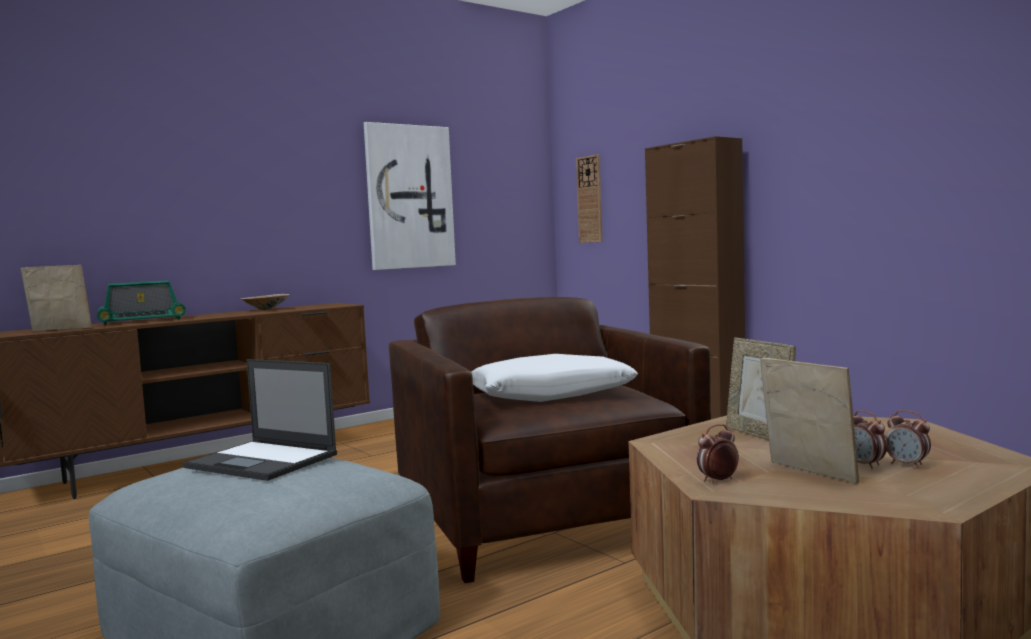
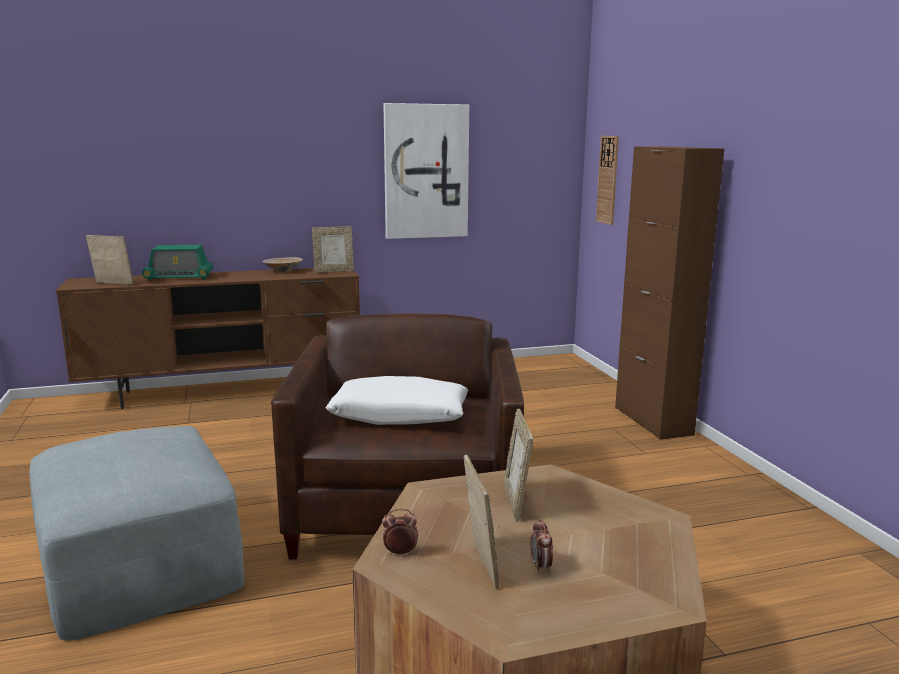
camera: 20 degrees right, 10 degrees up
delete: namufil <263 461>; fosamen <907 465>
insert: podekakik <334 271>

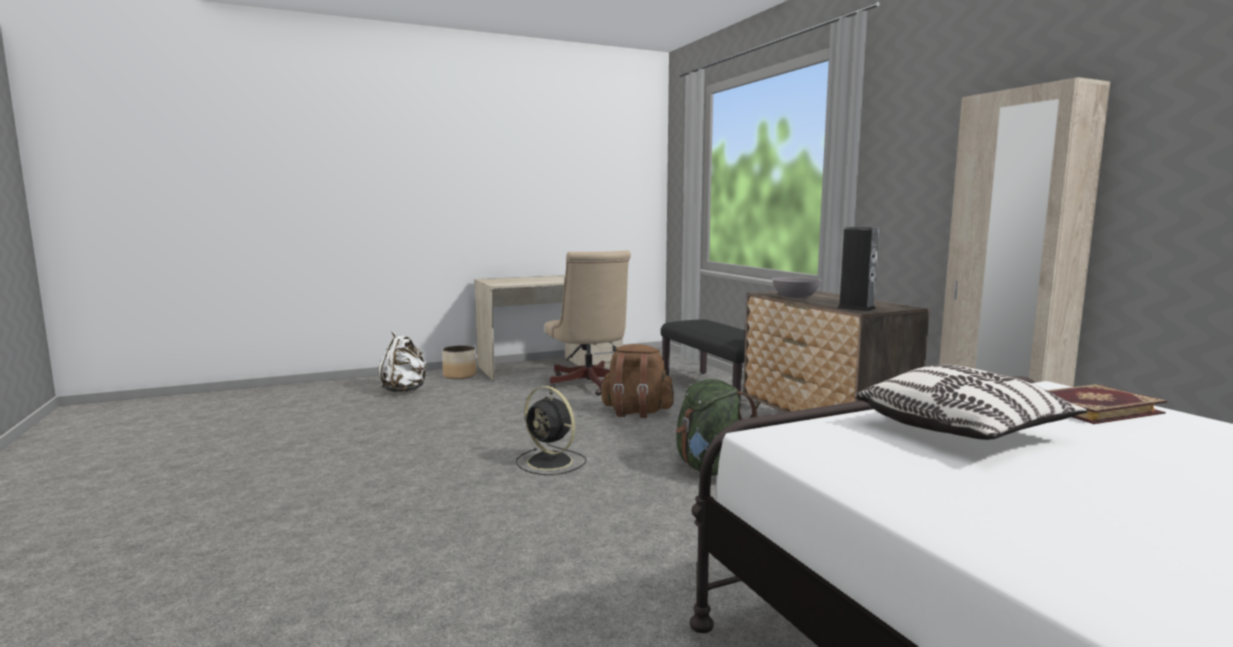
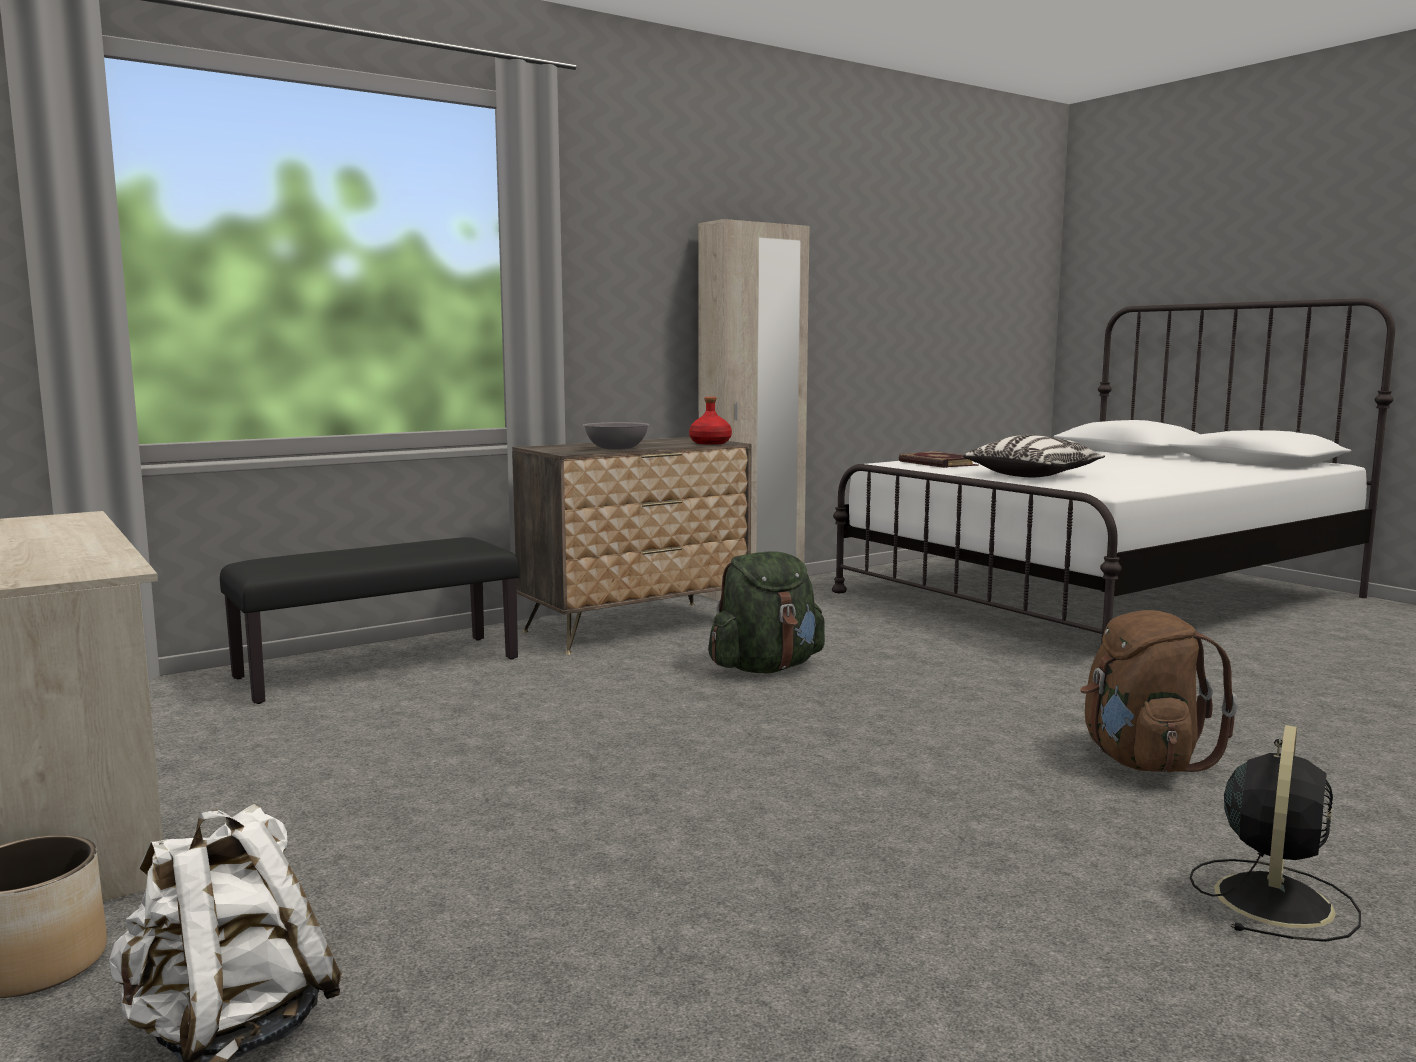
camera: 100 degrees left, 0 degrees up
delete: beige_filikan <589 386>
move: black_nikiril <551 462> to <1273 898>; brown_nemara <636 413> to <1142 761>
replace: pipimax <856 308> to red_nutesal <709 443>

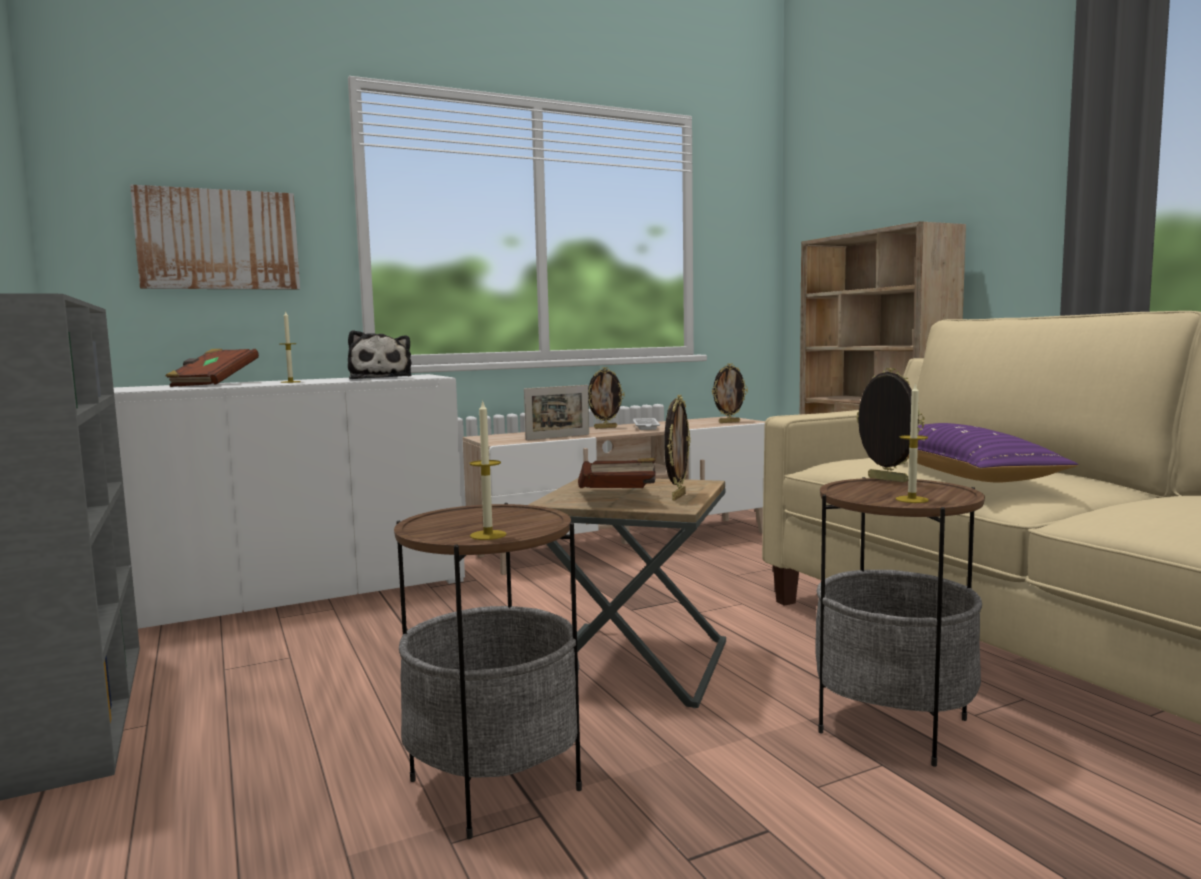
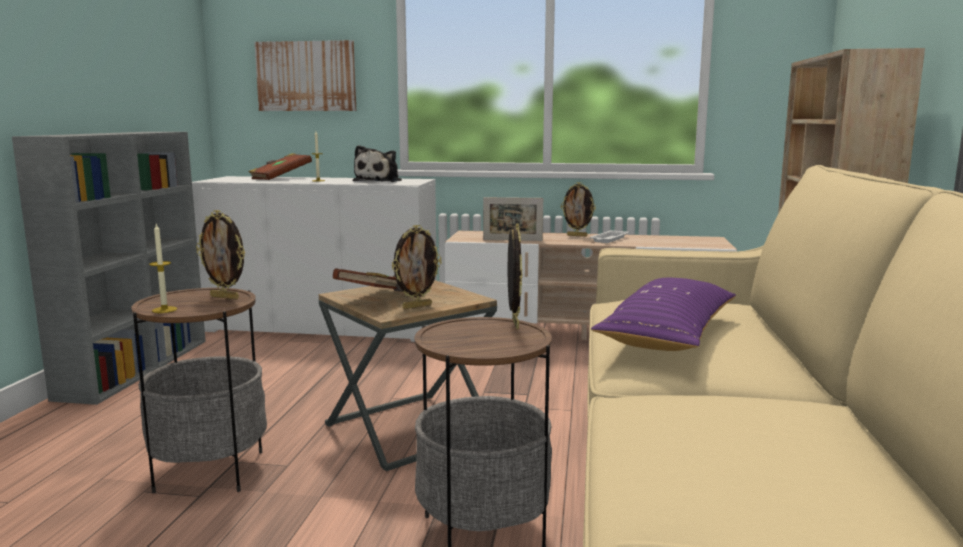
camera: 35 degrees right, 5 degrees up
delete: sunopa <911 499>
move: podekakik <729 422> to <225 297>

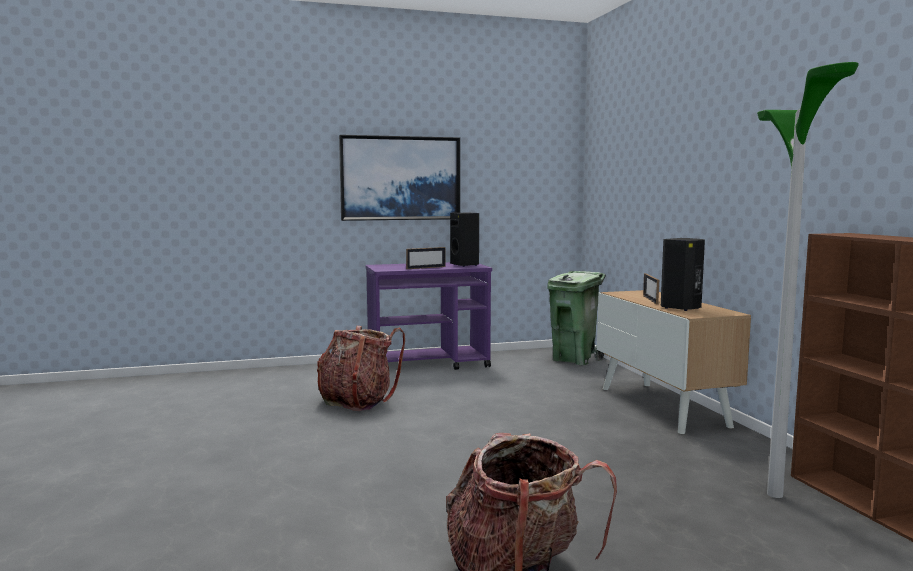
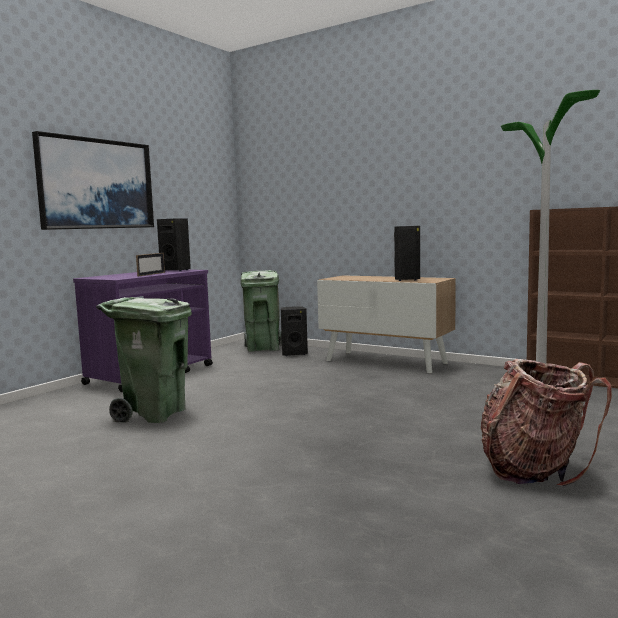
camera: 40 degrees left, 0 degrees up
delete: podekakik <650 300>
insert: black_pipimax <294 354>
replace: nemara <357 401> to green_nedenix <154 414>

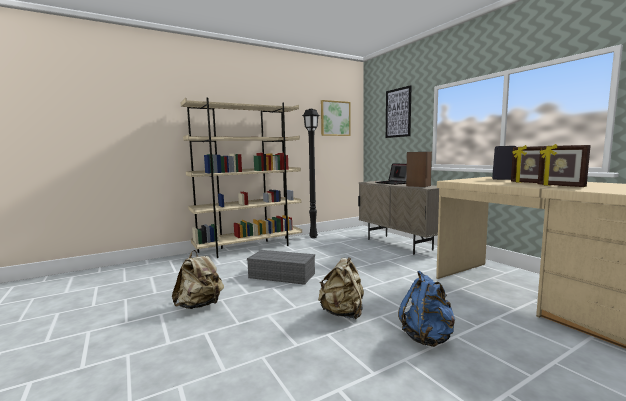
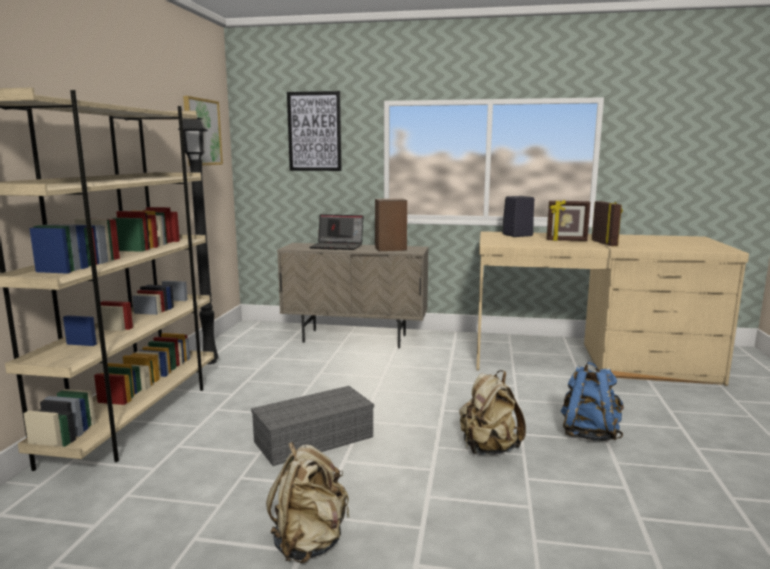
camera: 50 degrees left, 5 degrees up
rotate: podekakik <560 186> = <605 243> 105 degrees counterclockwise

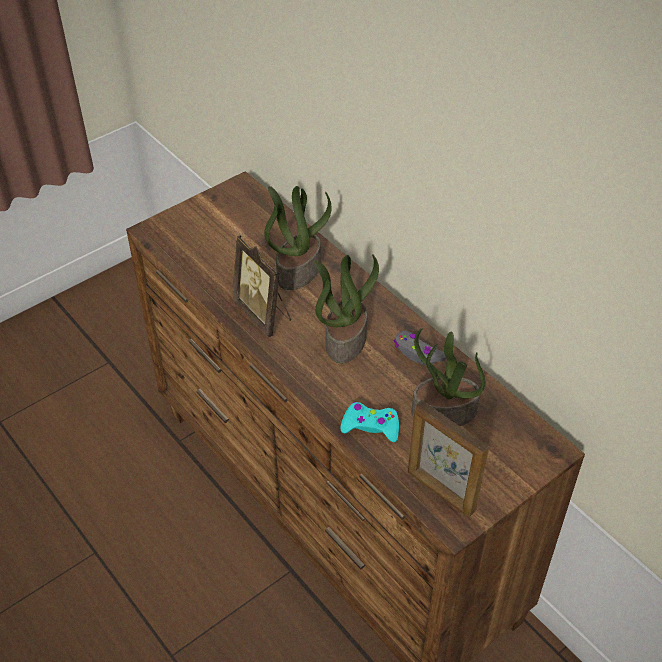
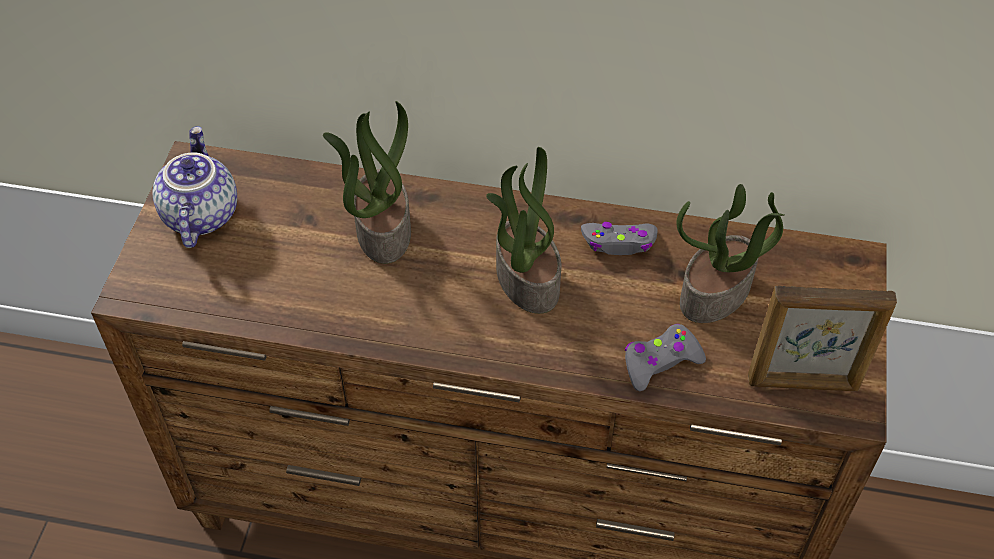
camera: 40 degrees left, 5 degrees up
delete: podekakik <263 314>
insert: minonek <199 215>
recolor: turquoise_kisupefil <370 426> to grey_kisupefil <660 362>

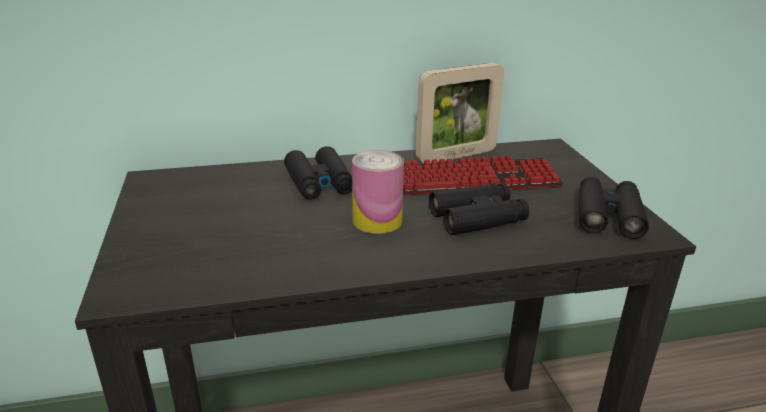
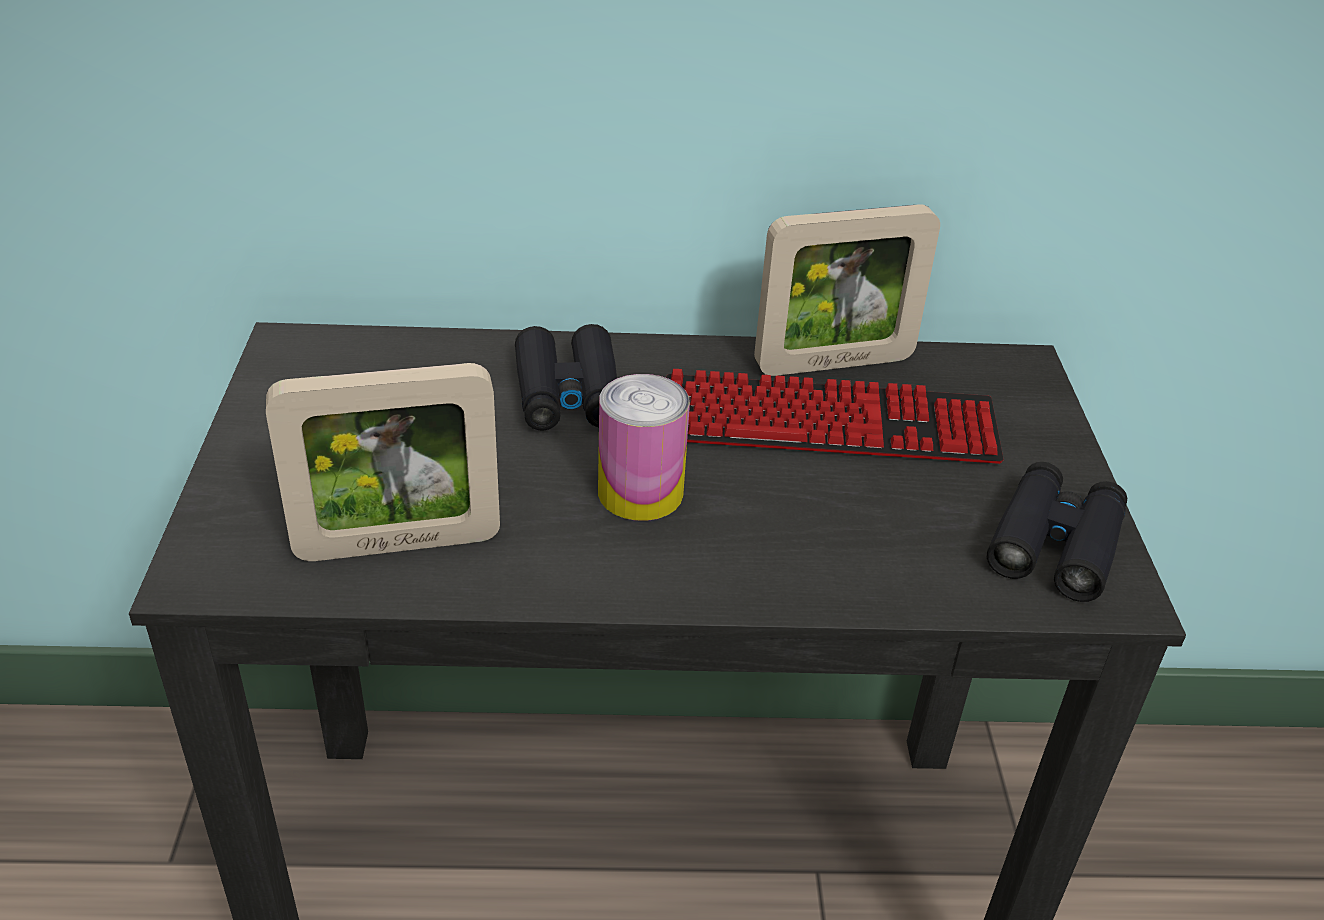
camera: 10 degrees right, 10 degrees up
delete: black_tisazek <477 218>
insert: podekakik <398 544>

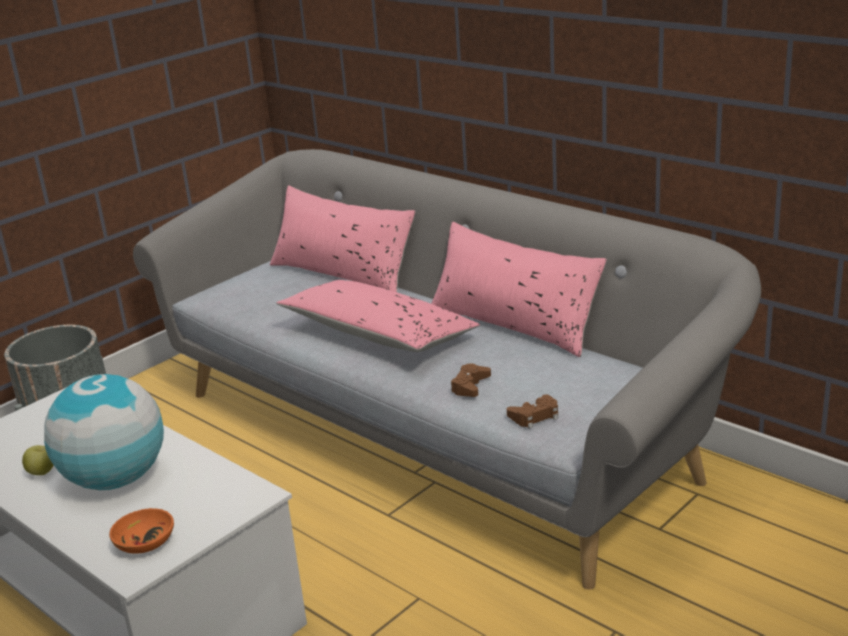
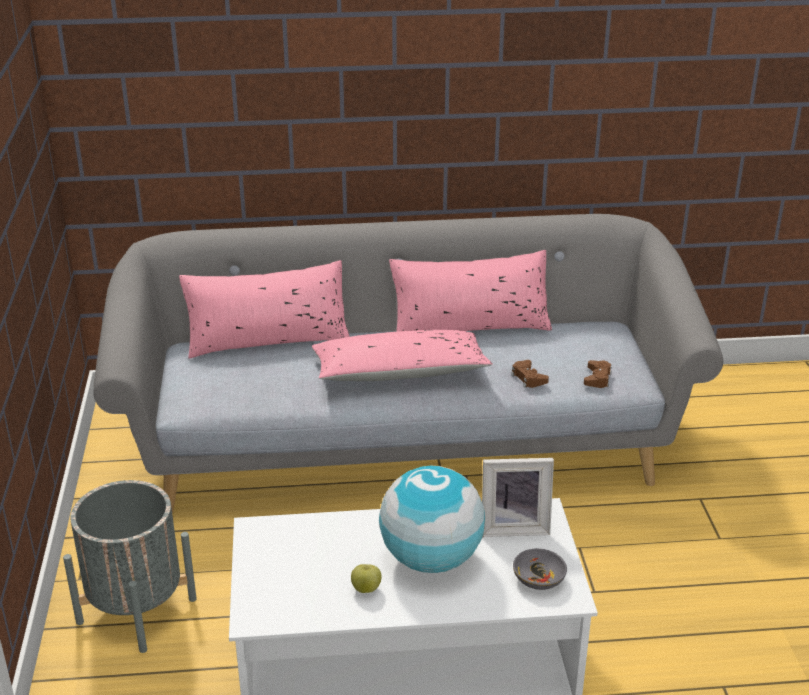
camera: 50 degrees left, 5 degrees up
insert: podekakik <514 526>
recolor: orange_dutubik <144 542> to grey_dutubik <538 578>

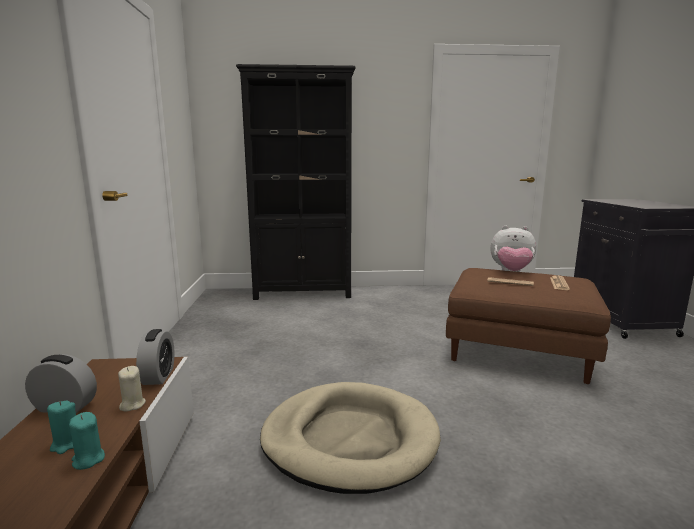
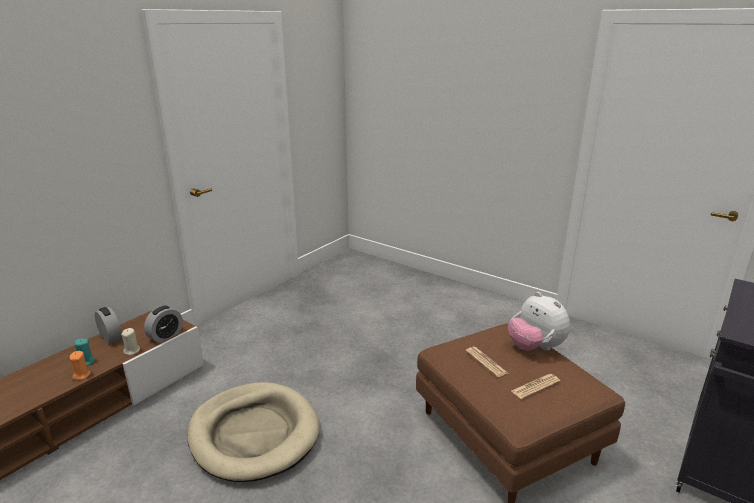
camera: 40 degrees right, 10 degrees up
delete: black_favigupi <303 293>
recolor: turquoise_sunopa <88 459> to orange_sunopa <81 375>

